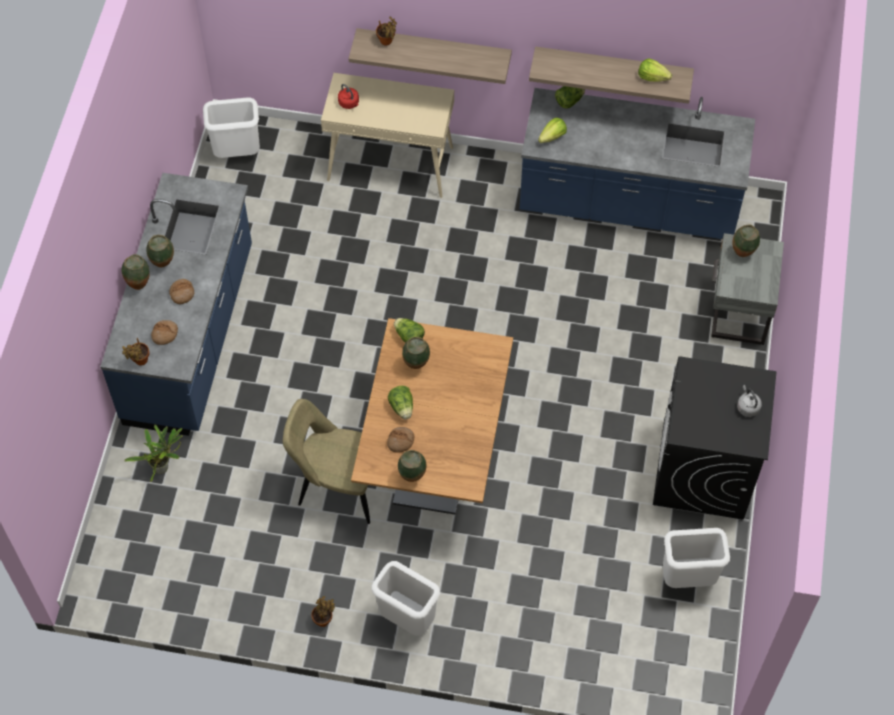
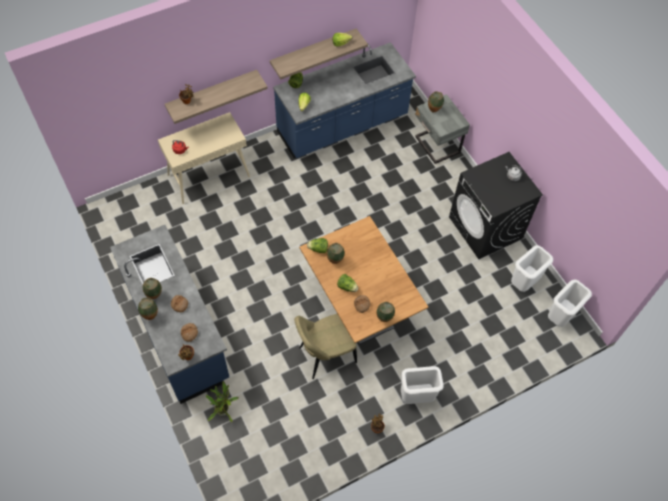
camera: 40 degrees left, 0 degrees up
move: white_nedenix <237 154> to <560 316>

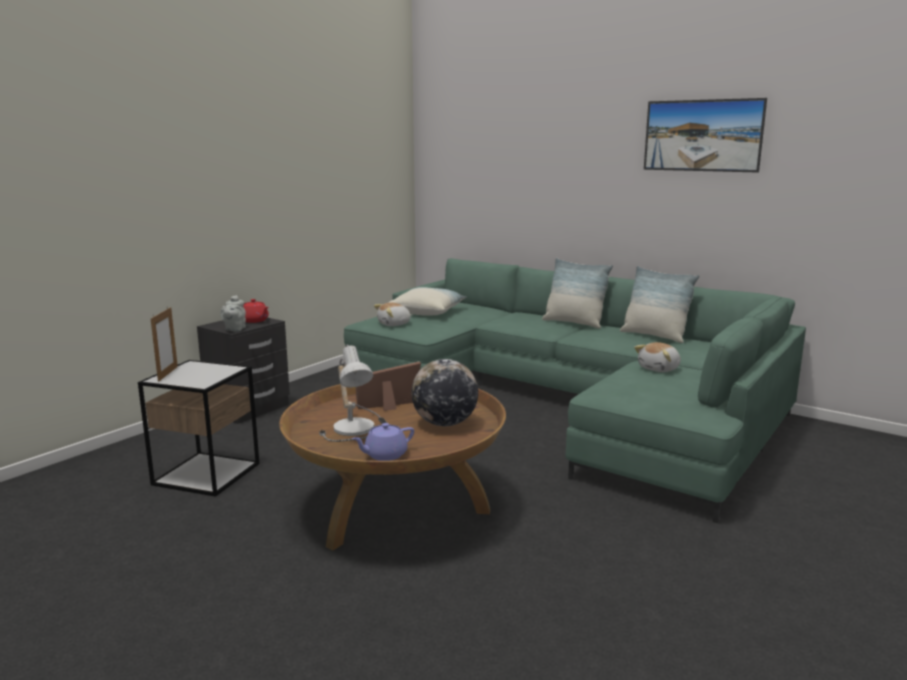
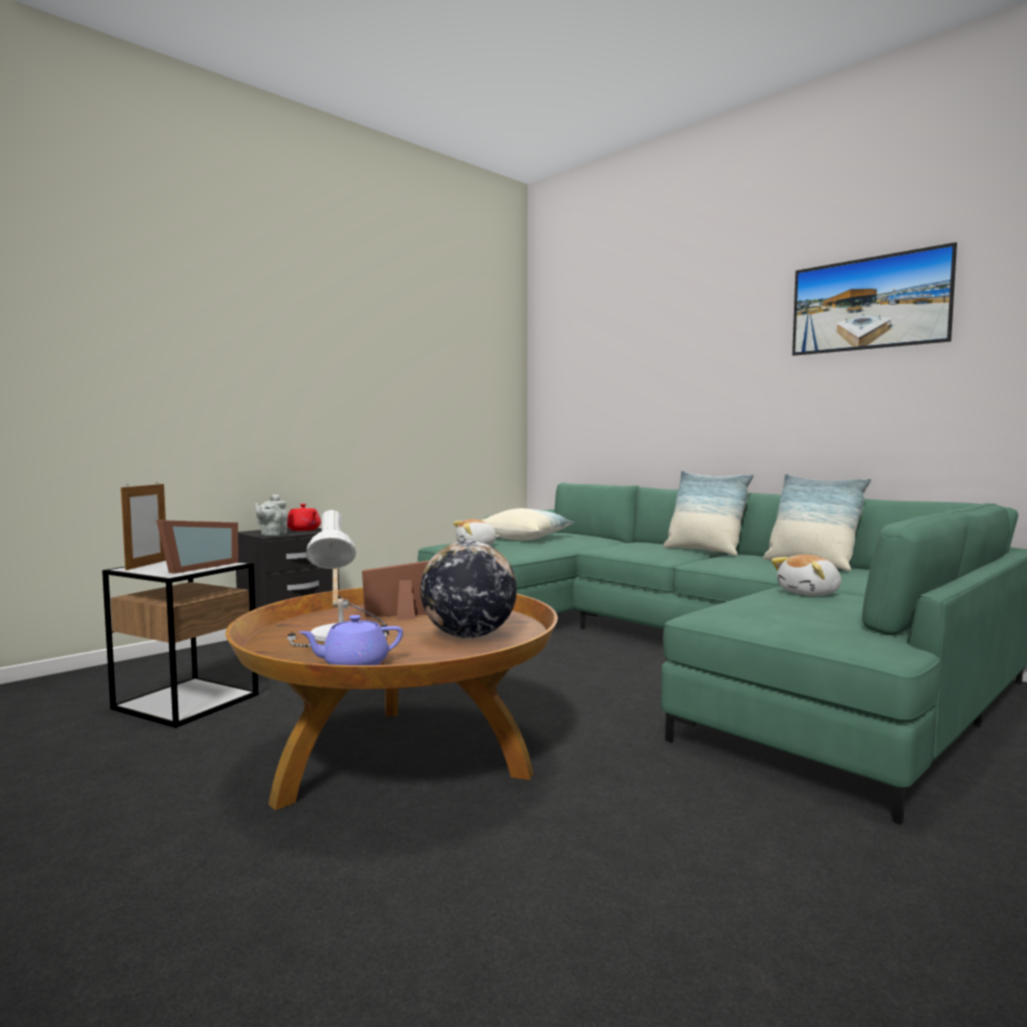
camera: 10 degrees right, 10 degrees down
insert: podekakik <196 567>

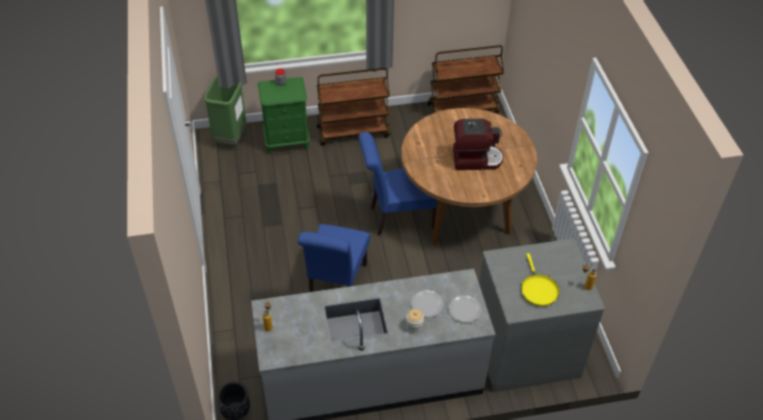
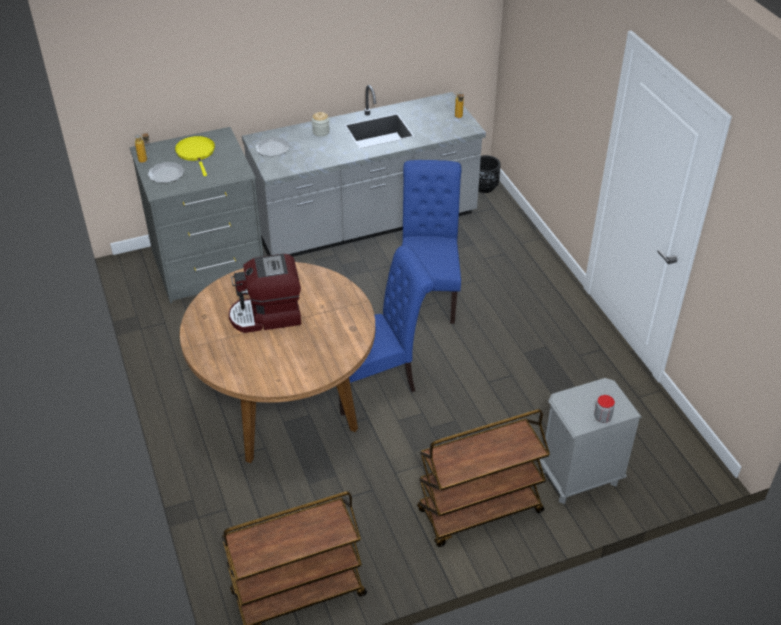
camera: 170 degrees right, 5 degrees down
delete: green_nedenix <230 138>
move: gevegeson <426 305> to <166 174>
recolor: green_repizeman <287 141> to grey_repizeman <578 477>

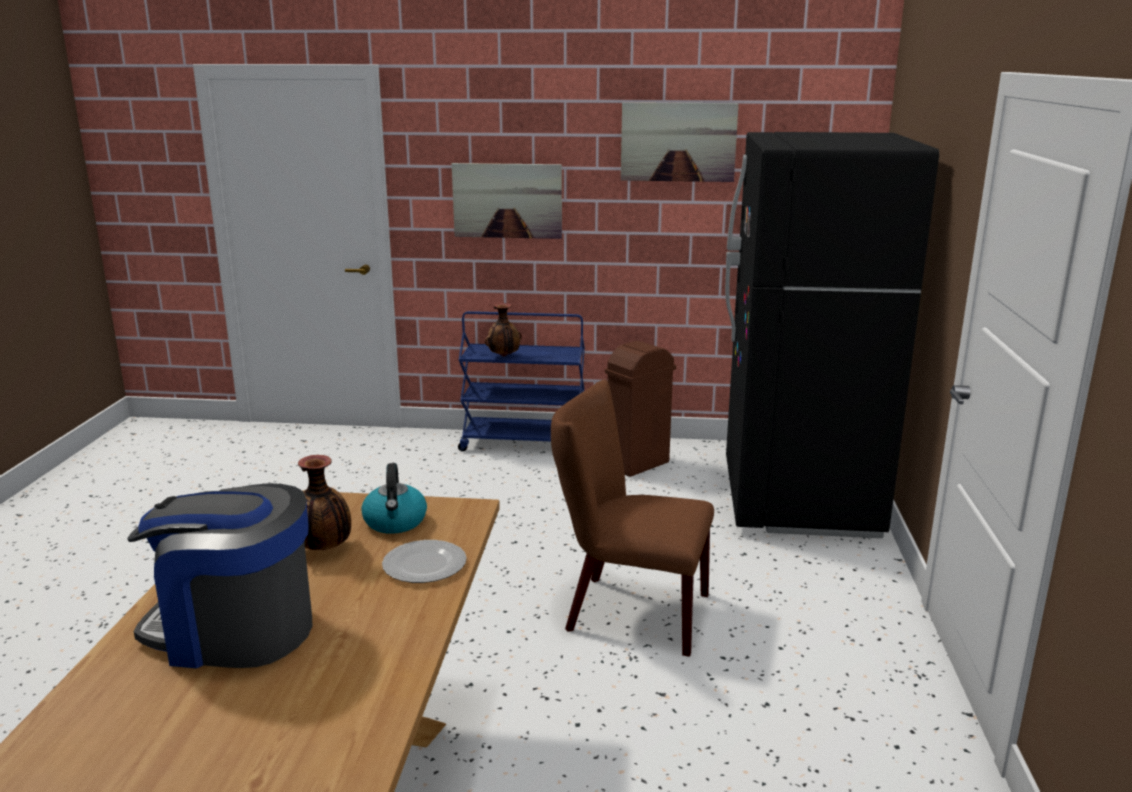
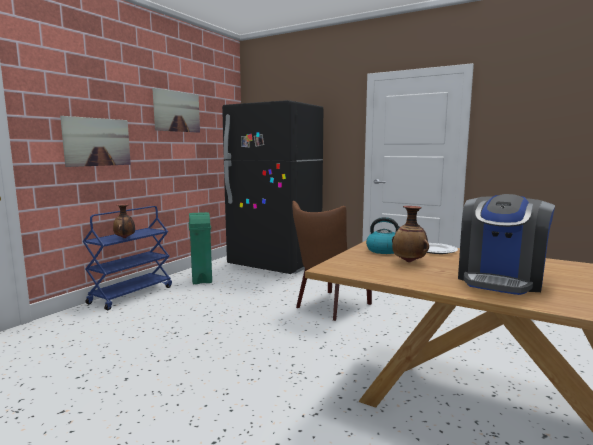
camera: 65 degrees left, 10 degrees down
recolor: brown_nedenix <637 464> to green_nedenix <201 279>

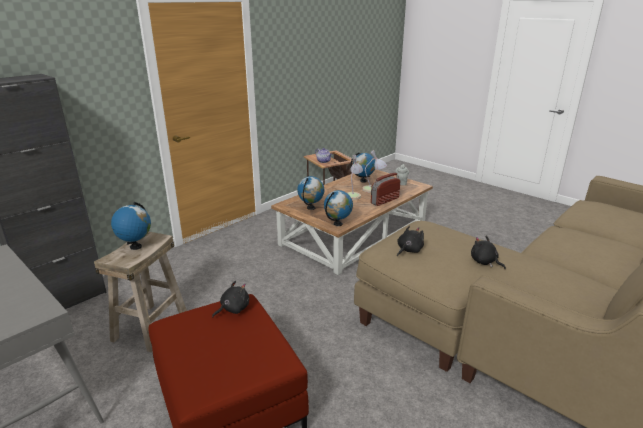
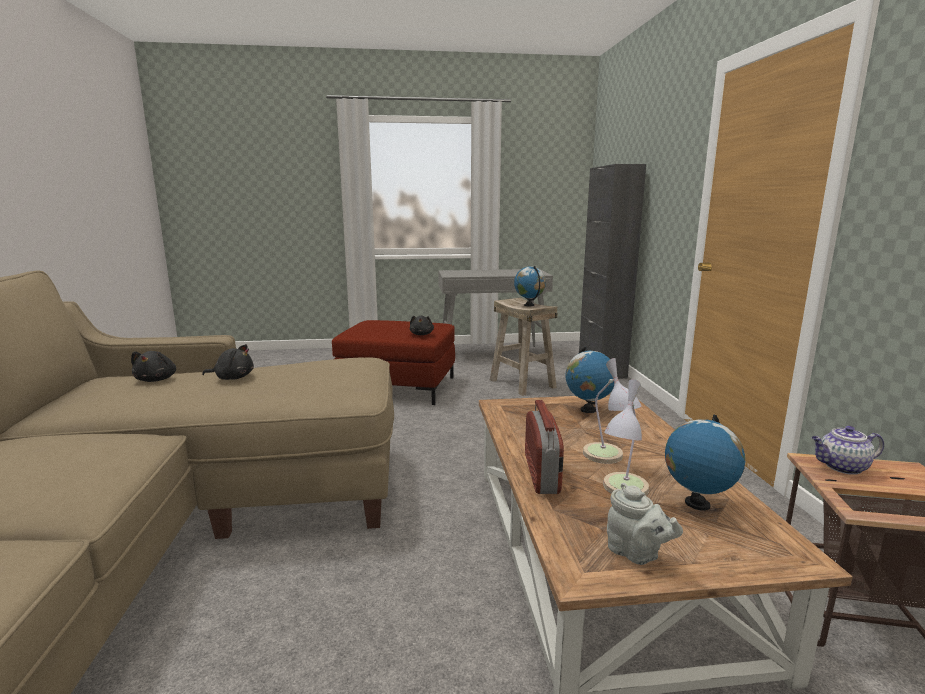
camera: 130 degrees right, 10 degrees down
delete: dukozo <338 224>
move: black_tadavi <408 250> to <157 380>

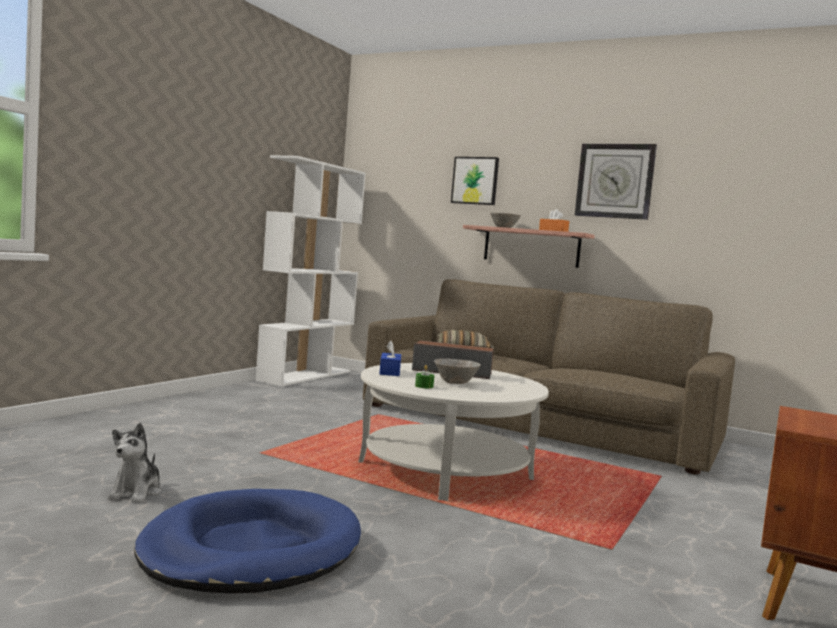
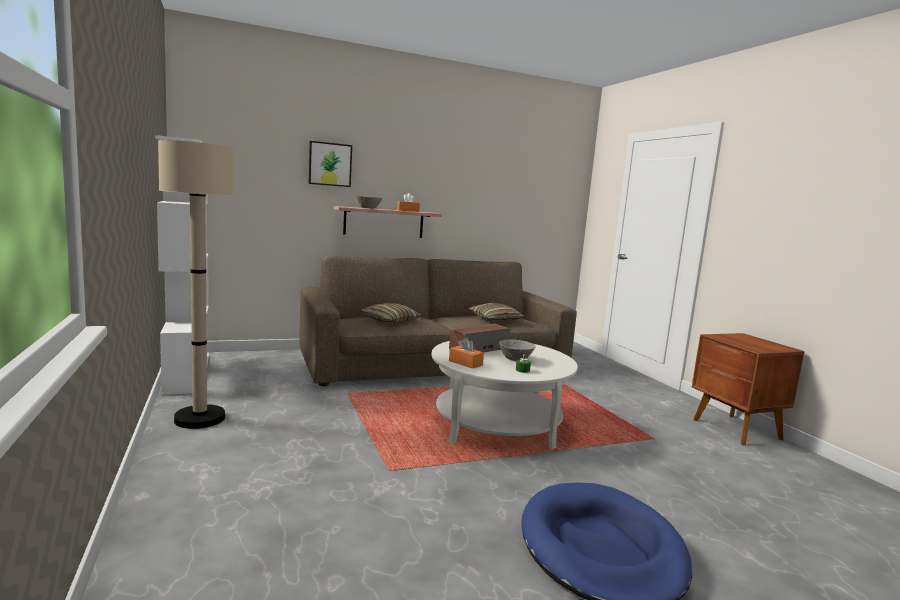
camera: 50 degrees left, 5 degrees up
delete: tadavi <136 492>; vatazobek <615 181>
insert: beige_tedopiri <200 418>; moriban <495 319>
recolor: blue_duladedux <389 372> to orange_duladedux <465 363>

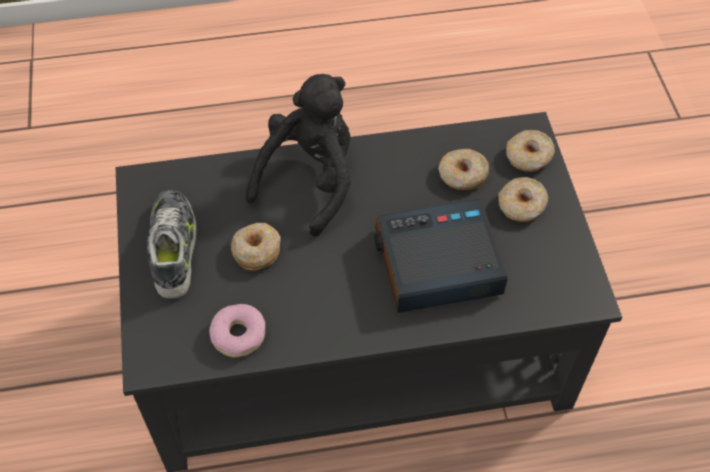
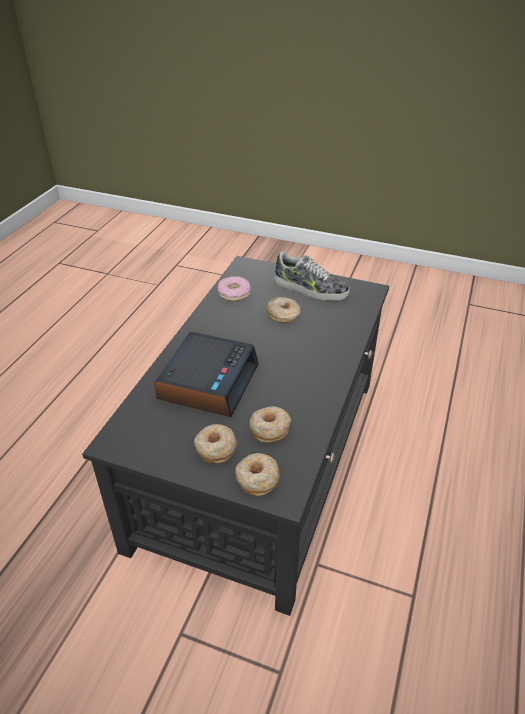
camera: 120 degrees right, 15 degrees down
delete: black_tadavi <310 180>

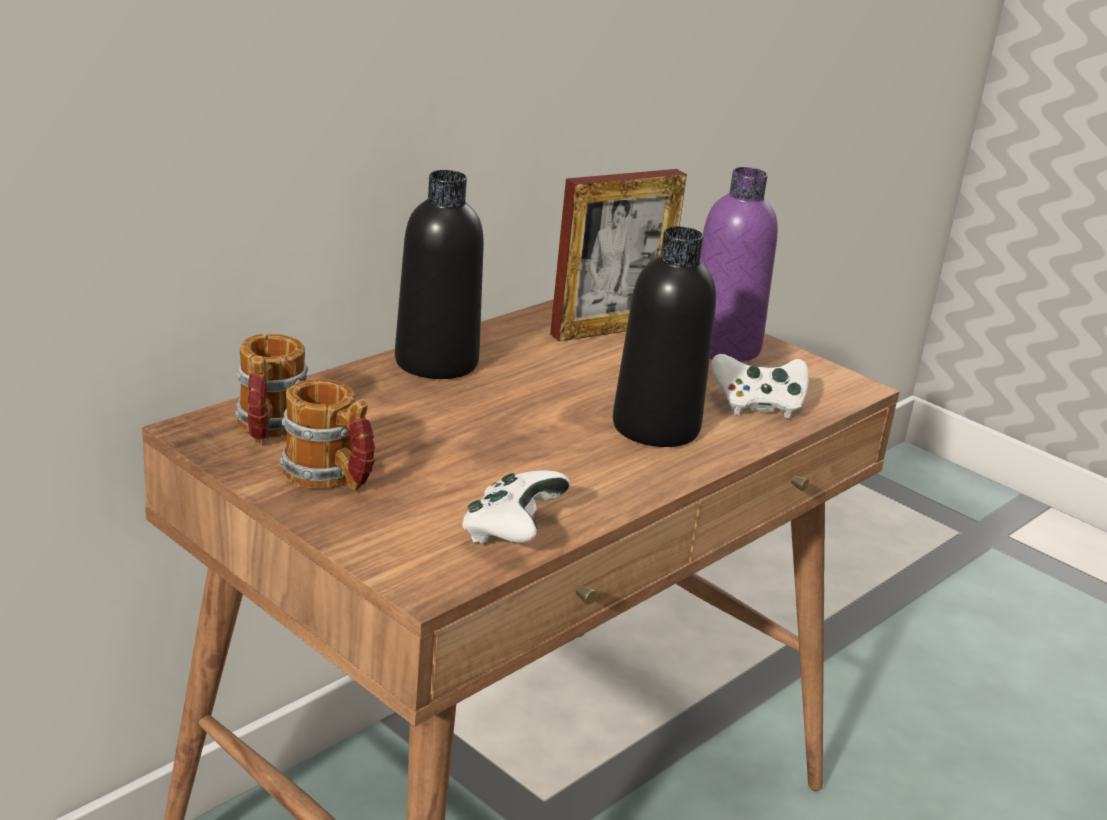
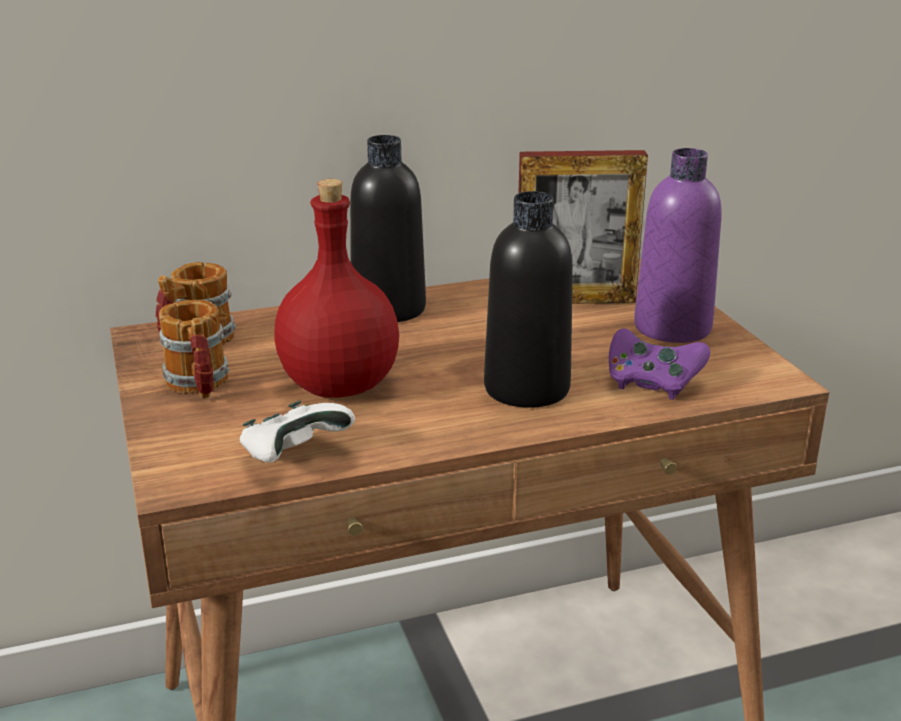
camera: 30 degrees right, 0 degrees up
insert: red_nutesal <341 386>
recolor: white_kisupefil <757 406> to purple_kisupefil <651 384>

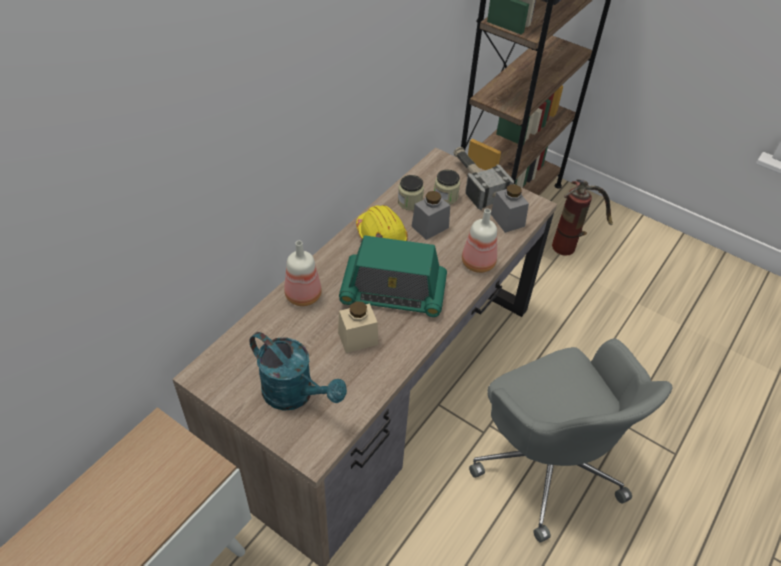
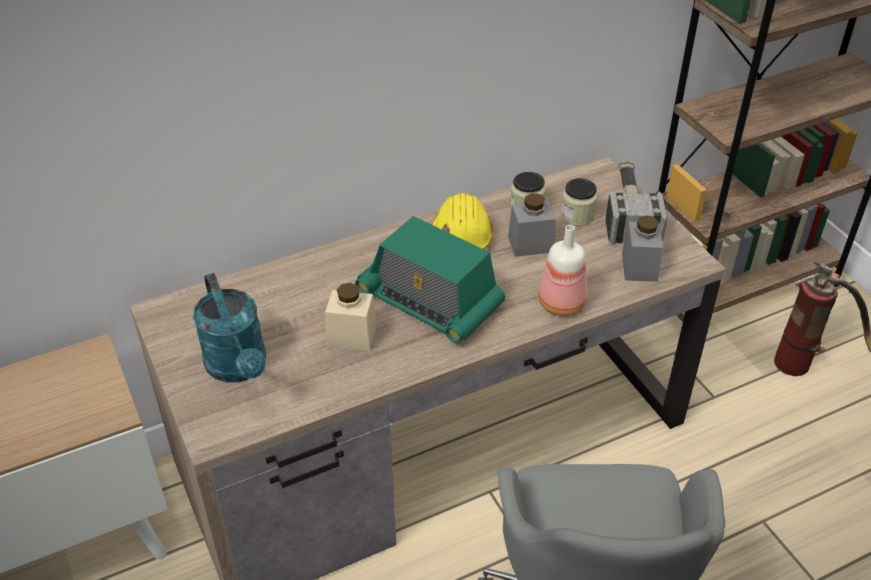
camera: 30 degrees right, 5 degrees down
delete: nutesal <303 294>

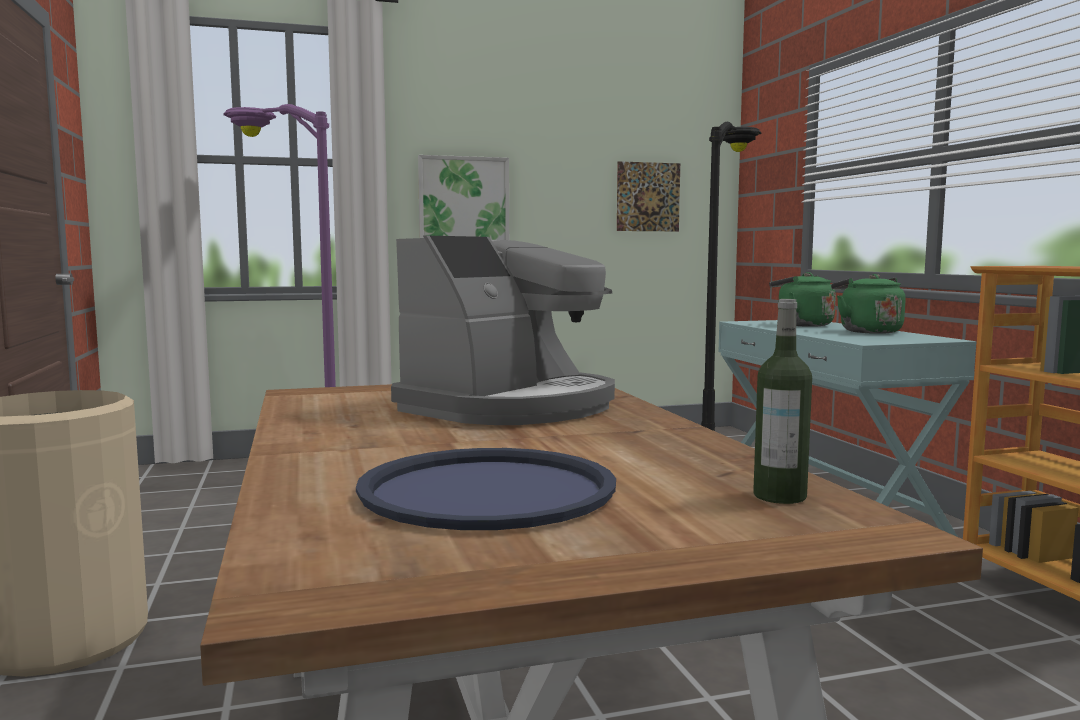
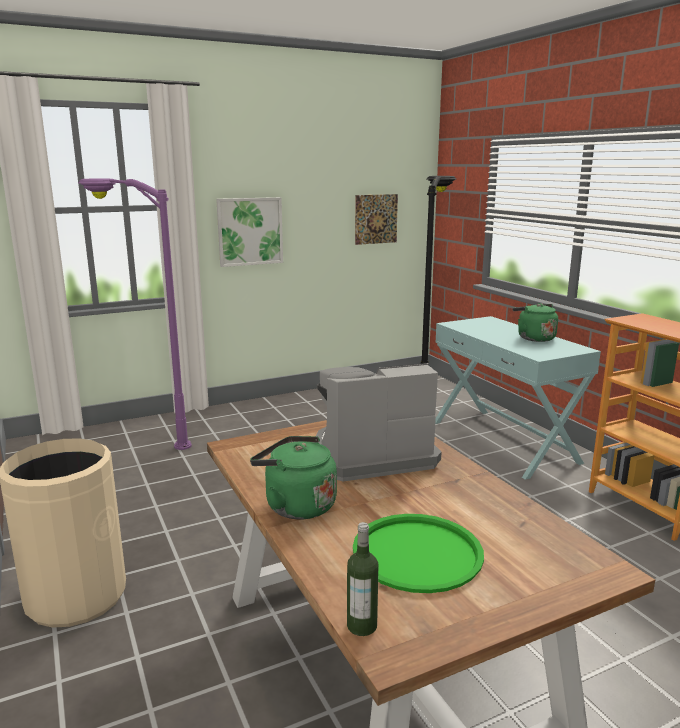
camera: 10 degrees left, 10 degrees up
move: nutesal <779 496> to <362 626>; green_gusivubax <801 325> to <296 505>
recolor: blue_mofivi <487 491> to green_mofivi <417 553>
rotate: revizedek <511 406> = <371 455> 135 degrees counterclockwise

